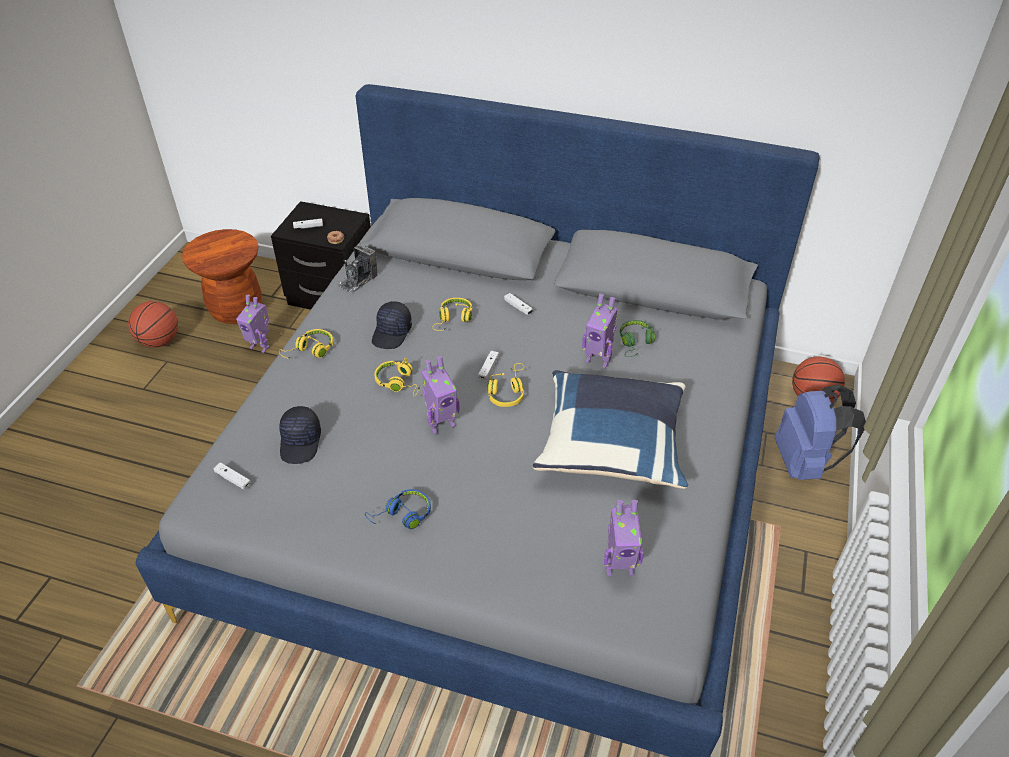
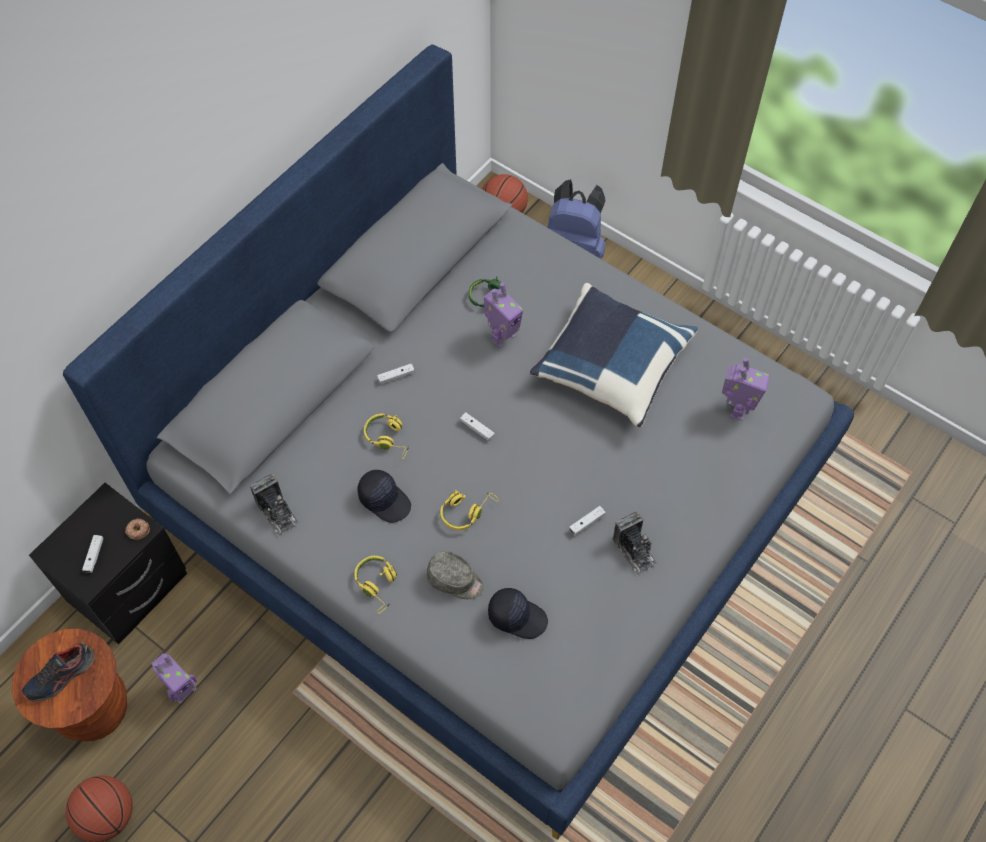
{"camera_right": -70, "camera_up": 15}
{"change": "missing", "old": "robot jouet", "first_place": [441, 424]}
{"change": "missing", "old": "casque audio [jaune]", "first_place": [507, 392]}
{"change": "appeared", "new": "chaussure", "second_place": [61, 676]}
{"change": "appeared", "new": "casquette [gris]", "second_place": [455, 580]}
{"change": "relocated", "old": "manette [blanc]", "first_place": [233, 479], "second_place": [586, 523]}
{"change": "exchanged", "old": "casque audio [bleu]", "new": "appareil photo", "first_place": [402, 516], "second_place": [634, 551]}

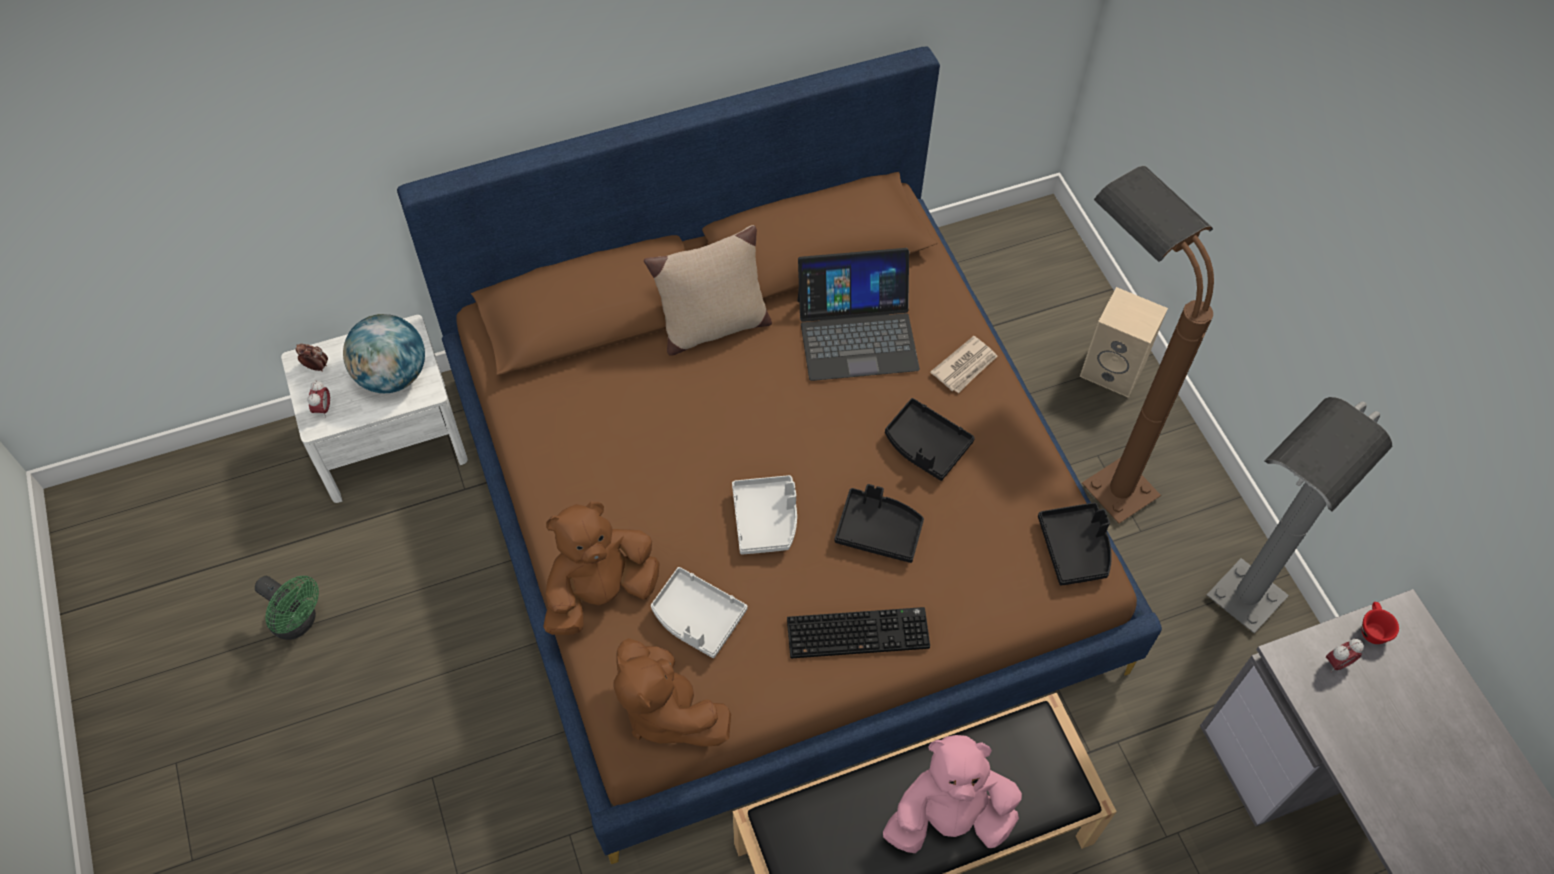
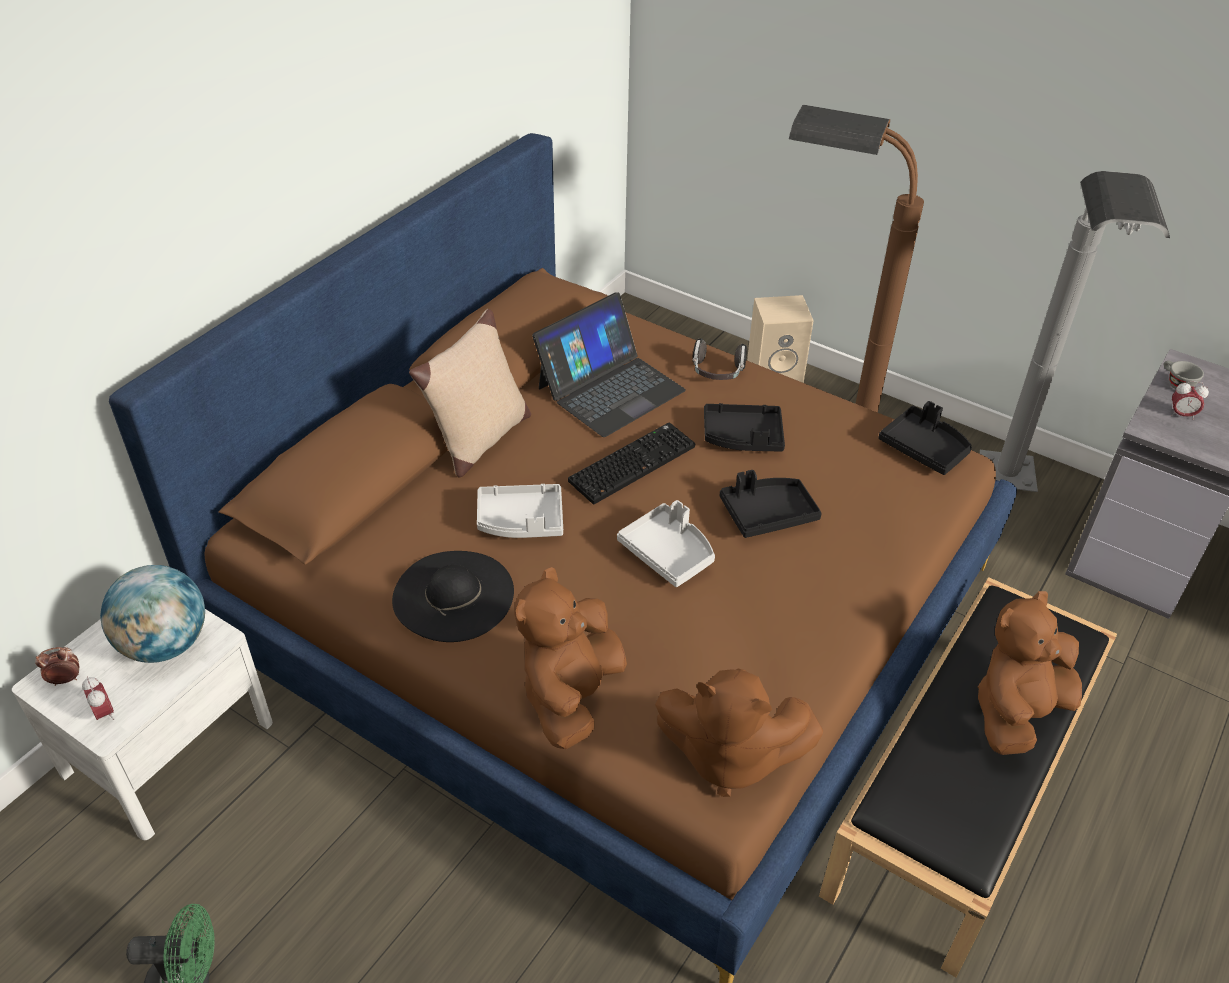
{"camera_right": -35, "camera_up": -15}
{"change": "appeared", "new": "chapeau [noir]", "second_place": [453, 595]}
{"change": "relocated", "old": "plateau [gris]", "first_place": [697, 617], "second_place": [521, 521]}
{"change": "relocated", "old": "clavier", "first_place": [859, 631], "second_place": [632, 462]}
{"change": "exchanged", "old": "journal", "new": "casque audio", "first_place": [965, 366], "second_place": [717, 373]}
{"change": "colour", "old": "peluche [rose]", "new": "peluche [marron]", "first_place": [949, 818], "second_place": [1017, 712]}
{"change": "colour", "old": "tasse [rouge]", "new": "tasse [gris]", "first_place": [1372, 628], "second_place": [1176, 383]}
{"change": "spun", "old": "réveil", "first_place": [1337, 663], "second_place": [1181, 415], "degrees": 75}

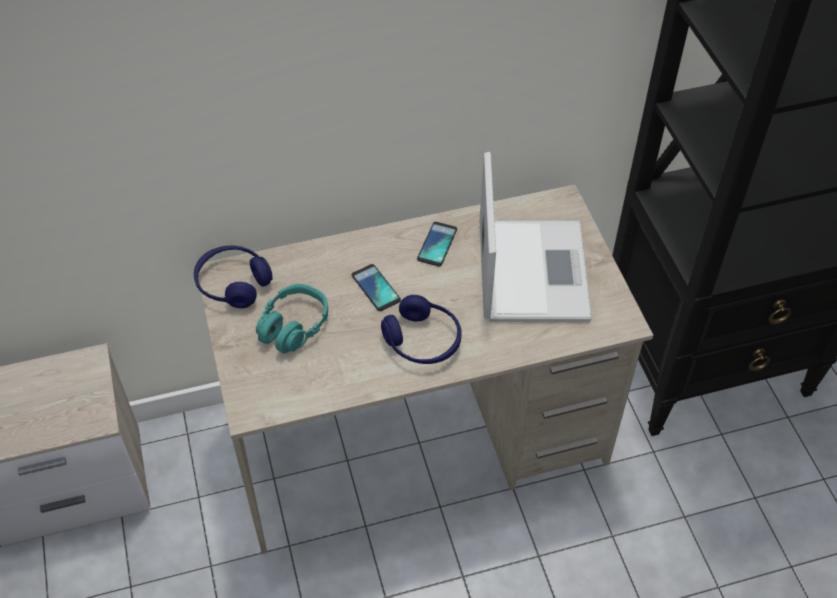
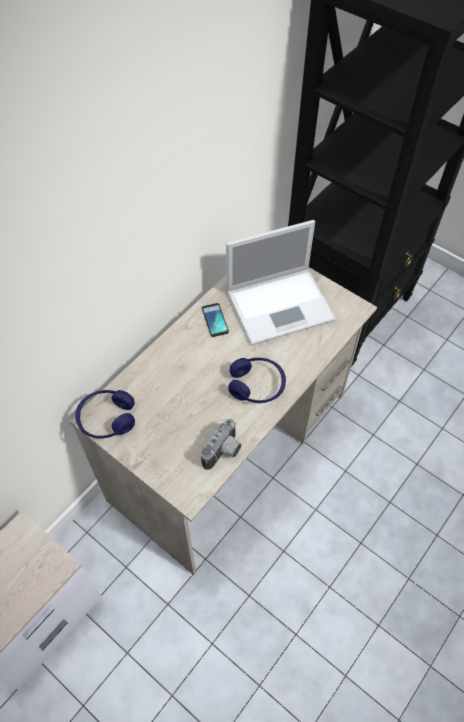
{"camera_right": -35, "camera_up": 5}
{"change": "missing", "old": "casque audio [turquoise]", "first_place": [294, 326]}
{"change": "missing", "old": "téléphone", "first_place": [376, 288]}
{"change": "appeared", "new": "appareil photo", "second_place": [224, 452]}
{"change": "spun", "old": "ordinateur portable", "first_place": [531, 269], "second_place": [281, 305], "degrees": 105}

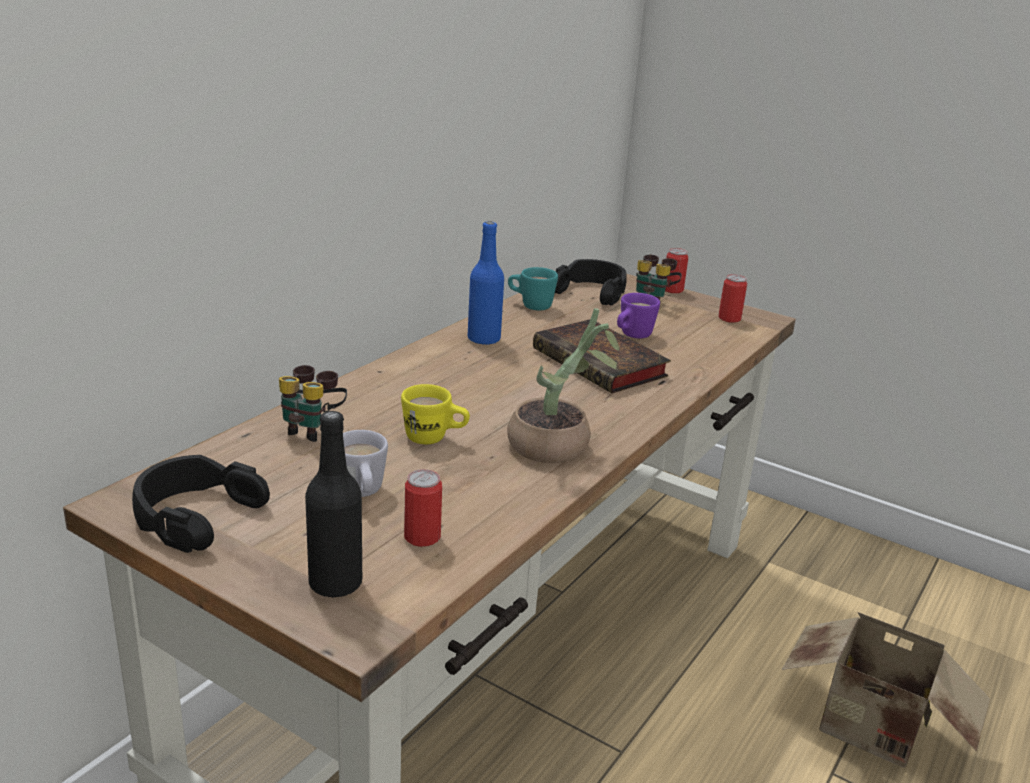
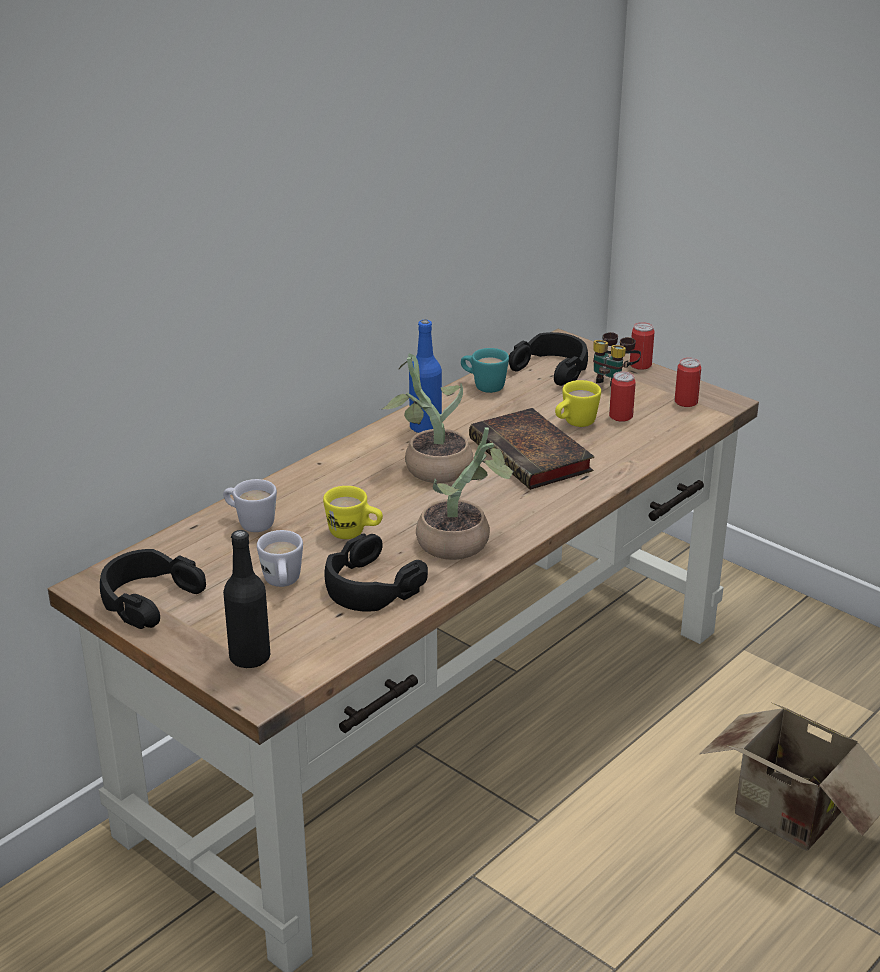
{"camera_right": 10, "camera_up": 5}
{"change": "appeared", "new": "casque audio [noir]", "second_place": [370, 586]}
{"change": "appeared", "new": "plante en pot", "second_place": [430, 467]}
{"change": "relocated", "old": "boîte métallique", "first_place": [422, 537], "second_place": [620, 416]}
{"change": "exchanged", "old": "jumelles", "new": "mug [blanc]", "first_place": [312, 430], "second_place": [250, 523]}
{"change": "colour", "old": "mug [violet]", "new": "mug [jaune]", "first_place": [632, 336], "second_place": [574, 424]}

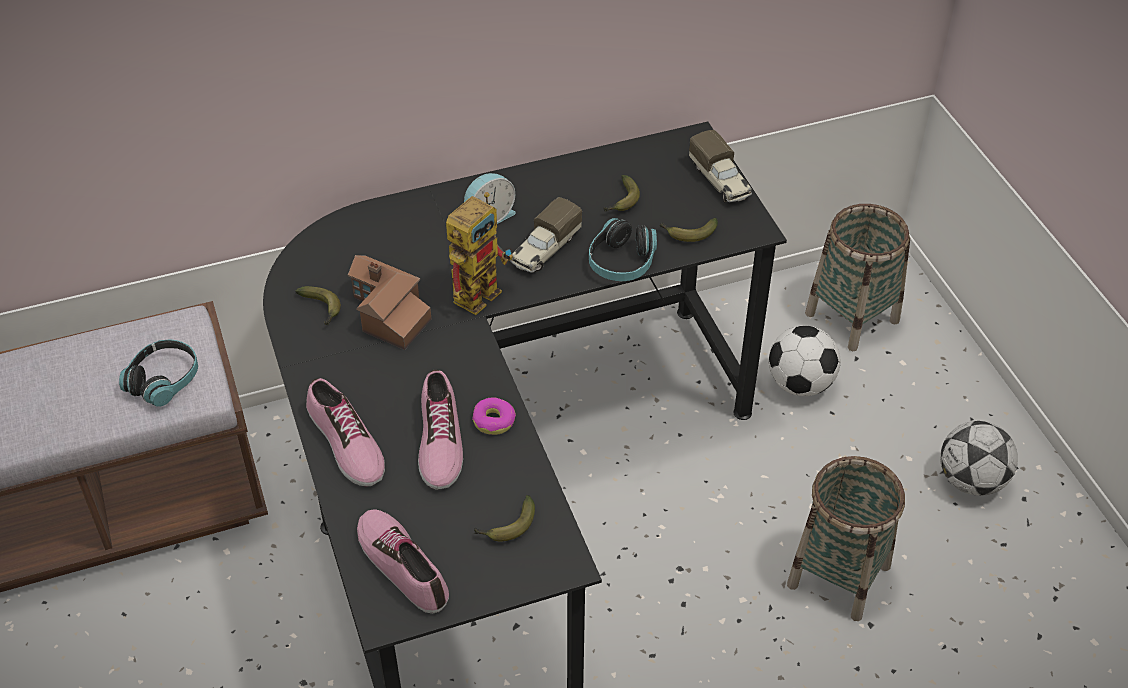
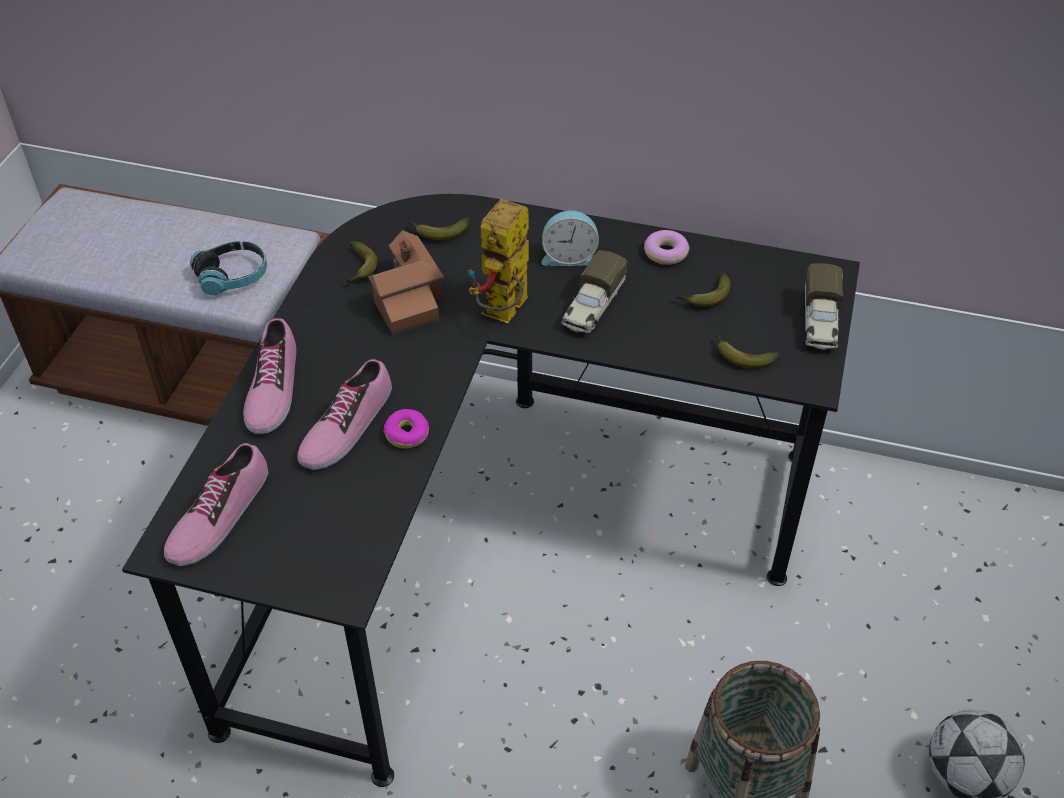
{"camera_right": 35, "camera_up": 0}
{"change": "missing", "old": "casque audio", "first_place": [622, 262]}
{"change": "missing", "old": "ballon de foot", "first_place": [800, 384]}
{"change": "missing", "old": "panier", "first_place": [852, 317]}
{"change": "appeared", "new": "beignet", "second_place": [666, 253]}
{"change": "relocated", "old": "banane", "first_place": [507, 527], "second_place": [438, 232]}
{"change": "spun", "old": "chaussure", "first_place": [403, 565], "second_place": [218, 515], "degrees": -150}
{"change": "spun", "old": "robot jouet", "first_place": [480, 289], "second_place": [504, 314], "degrees": 135}
{"change": "spun", "old": "camion jouet", "first_place": [544, 250], "second_place": [592, 308], "degrees": -45}

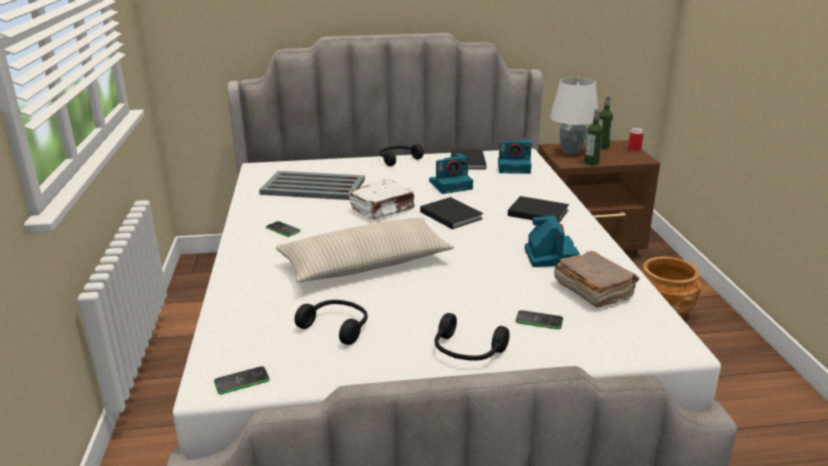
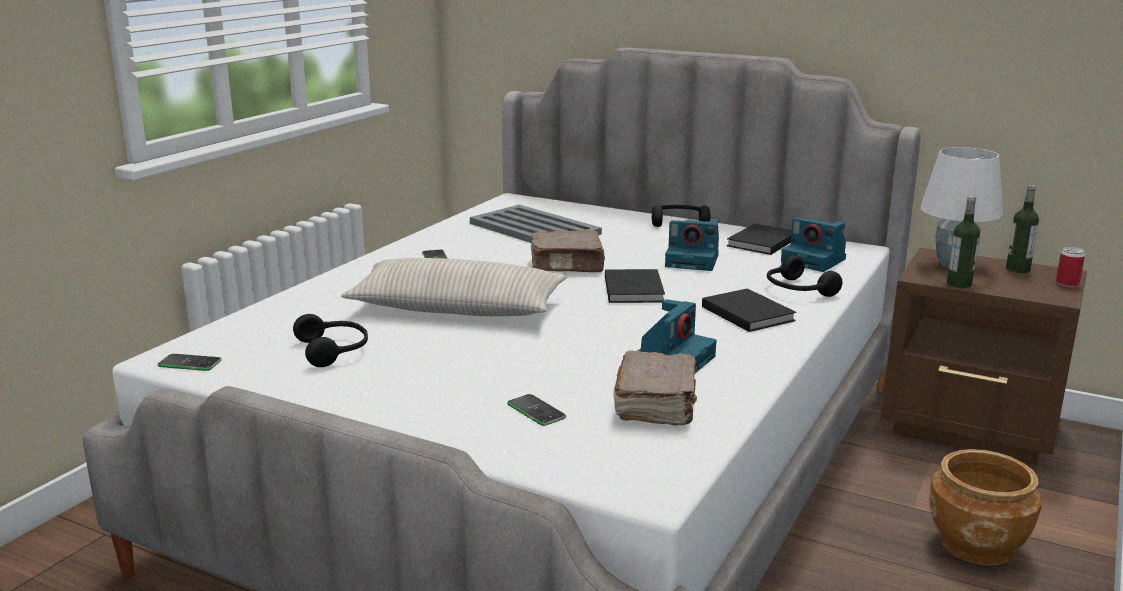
{"camera_right": 35, "camera_up": -5}
{"change": "relocated", "old": "casque audio [noir]", "first_place": [467, 351], "second_place": [797, 290]}
{"change": "colour", "old": "livre [blanc]", "new": "livre [marron]", "first_place": [383, 210], "second_place": [568, 266]}

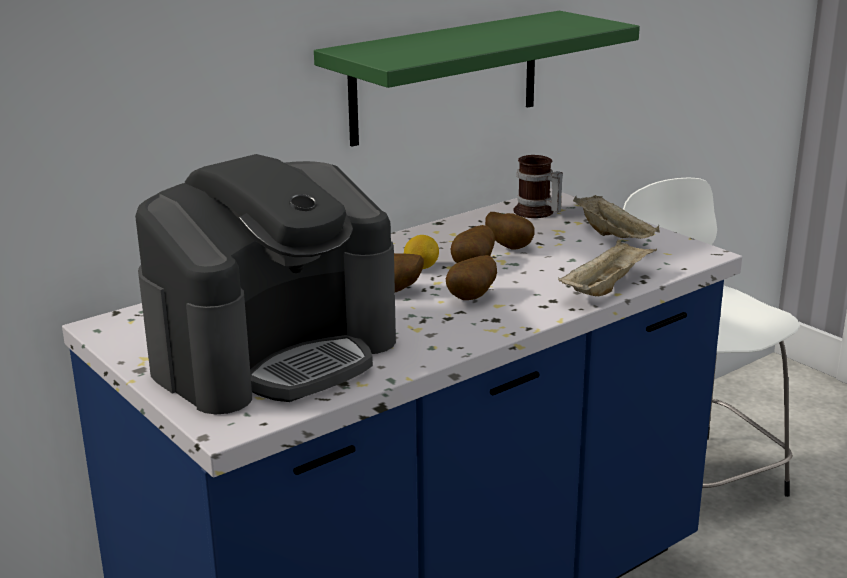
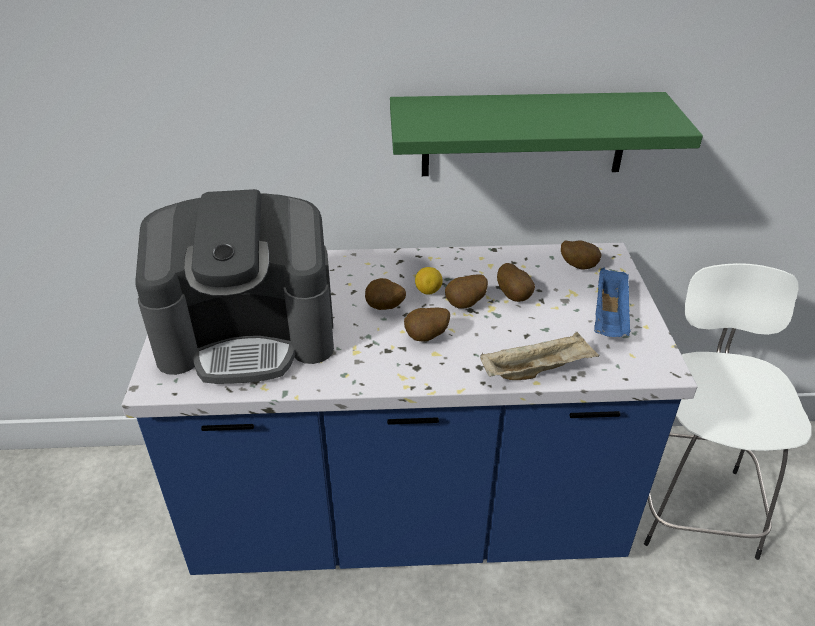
{"camera_right": 35, "camera_up": 15}
{"change": "exchanged", "old": "mug", "new": "pomme de terre", "first_place": [536, 213], "second_place": [578, 266]}
{"change": "colour", "old": "plateau [beige]", "new": "plateau [bleu]", "first_place": [614, 237], "second_place": [609, 318]}

